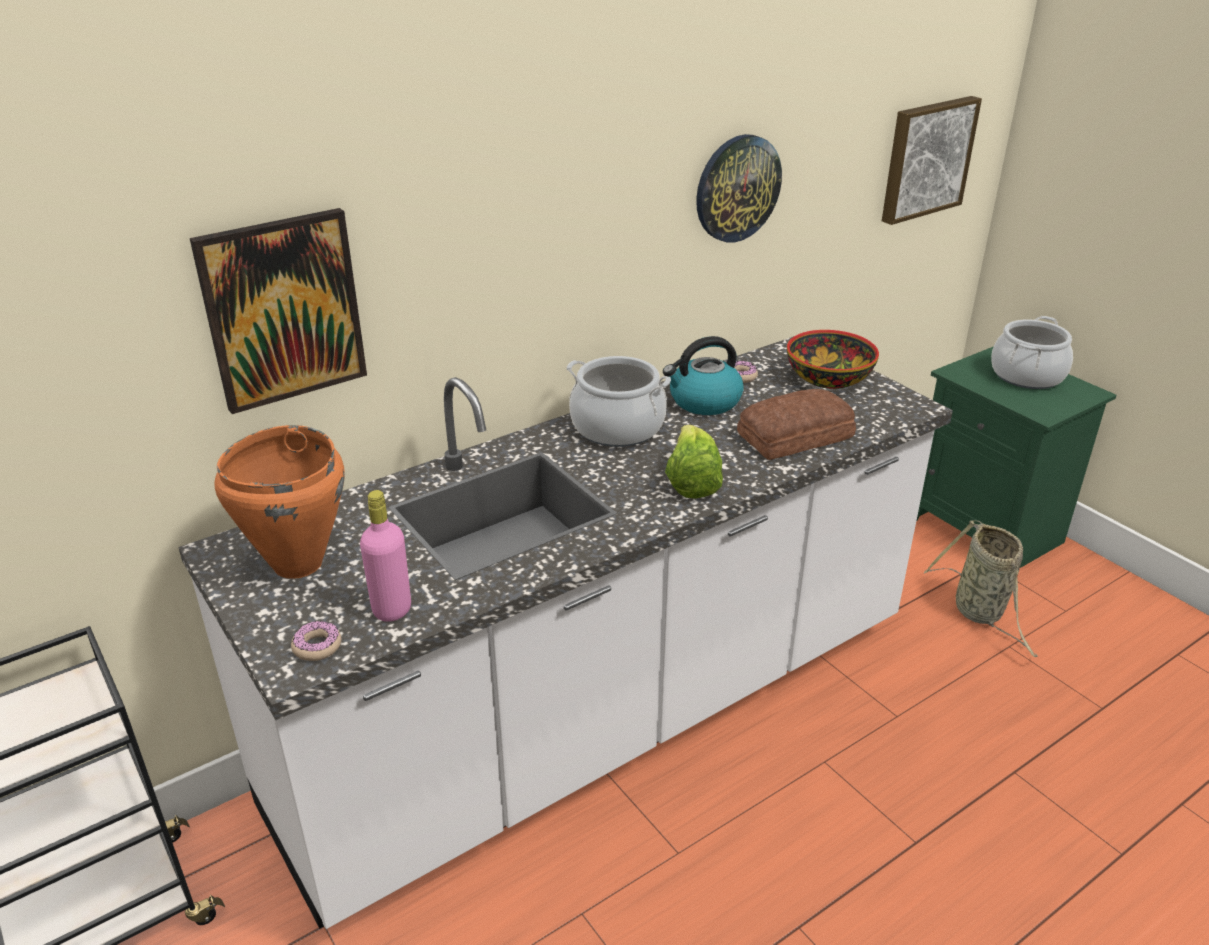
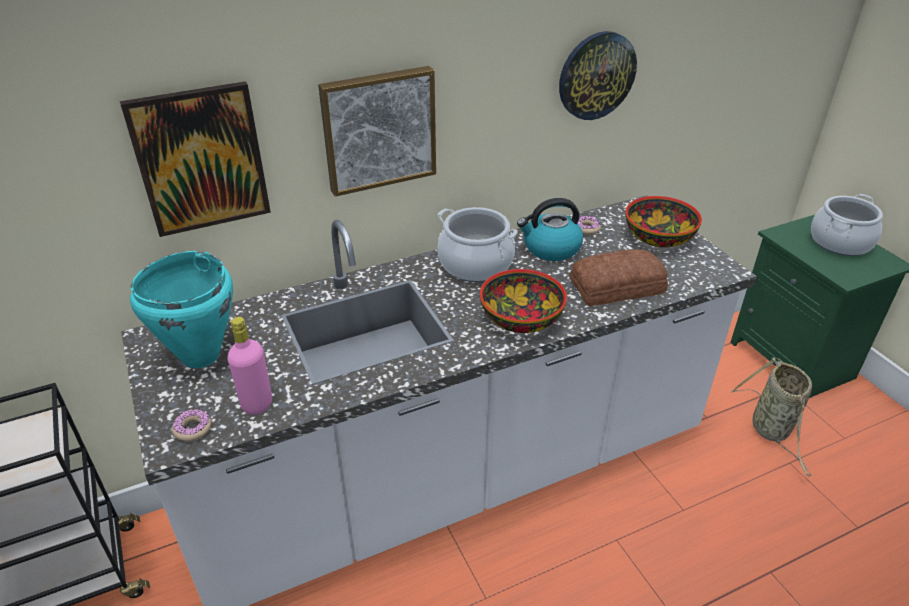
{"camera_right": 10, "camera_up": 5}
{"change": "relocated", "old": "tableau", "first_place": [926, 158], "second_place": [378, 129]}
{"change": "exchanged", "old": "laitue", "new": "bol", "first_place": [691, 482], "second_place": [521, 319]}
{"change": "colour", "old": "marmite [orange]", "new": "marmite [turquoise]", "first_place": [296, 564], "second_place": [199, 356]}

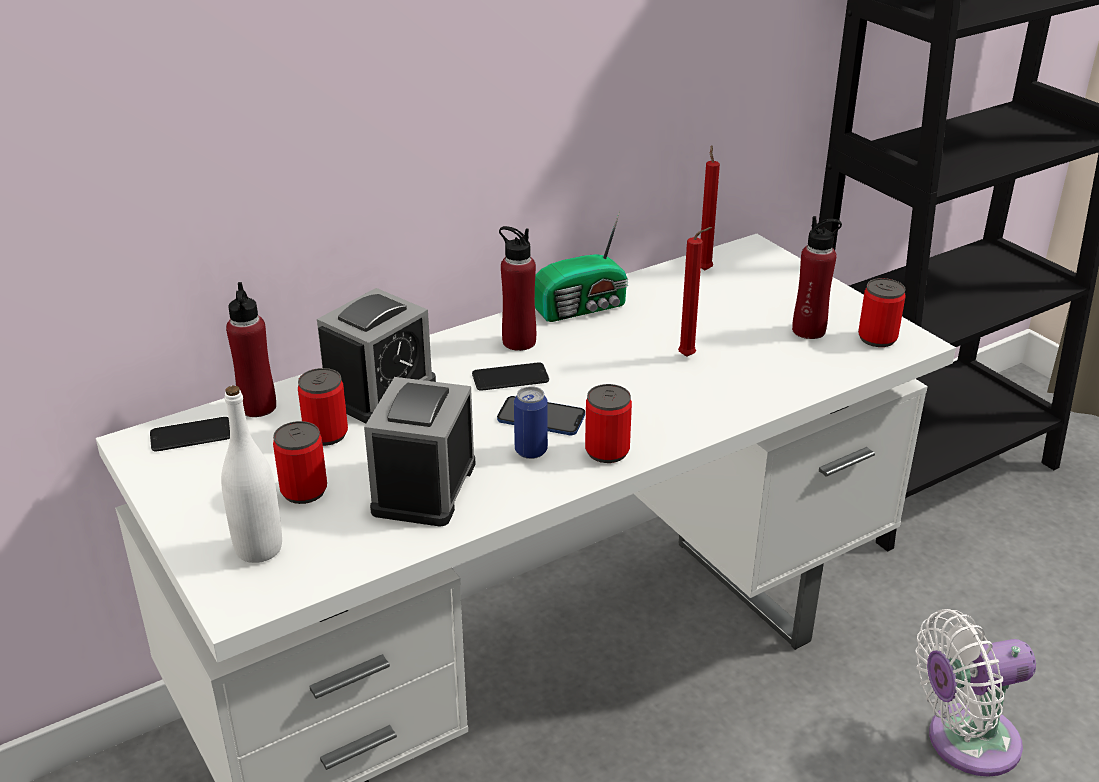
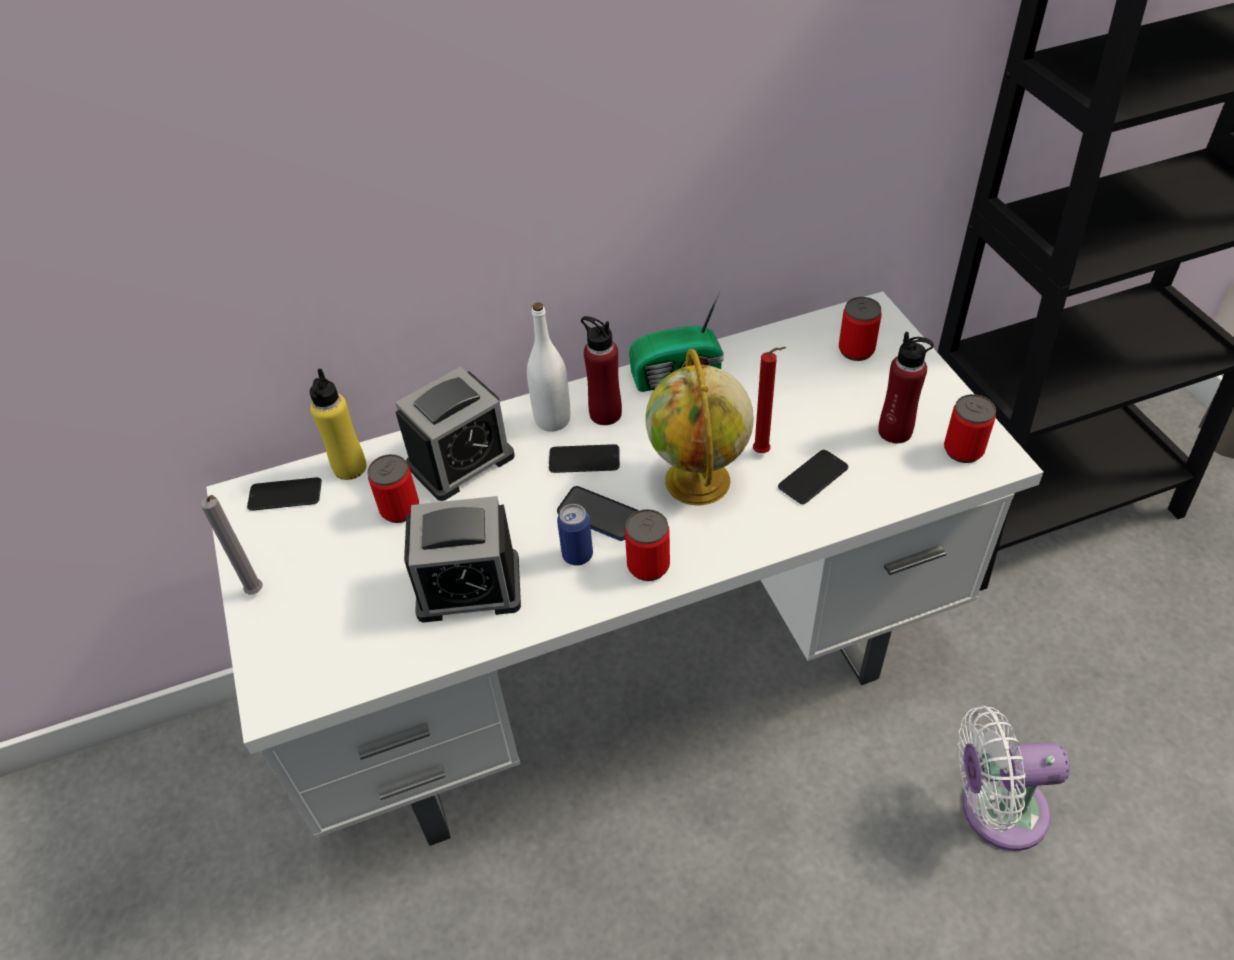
{"camera_right": 15, "camera_up": 15}
{"change": "missing", "old": "bougie [rouge]", "first_place": [704, 269]}
{"change": "appeared", "new": "bougie [gris]", "second_place": [257, 593]}
{"change": "appeared", "new": "globe", "second_place": [698, 482]}
{"change": "appeared", "new": "téléphone", "second_place": [813, 478]}
{"change": "relocated", "old": "bouteille [blanc]", "first_place": [259, 549], "second_place": [552, 420]}
{"change": "relocated", "old": "boîte métallique", "first_place": [304, 491], "second_place": [856, 350]}
{"change": "colour", "old": "bouteille [rouge]", "new": "bouteille [jaune]", "first_place": [258, 407], "second_place": [349, 467]}
{"change": "spun", "old": "réveil", "first_place": [424, 487], "second_place": [469, 587], "degrees": -120}

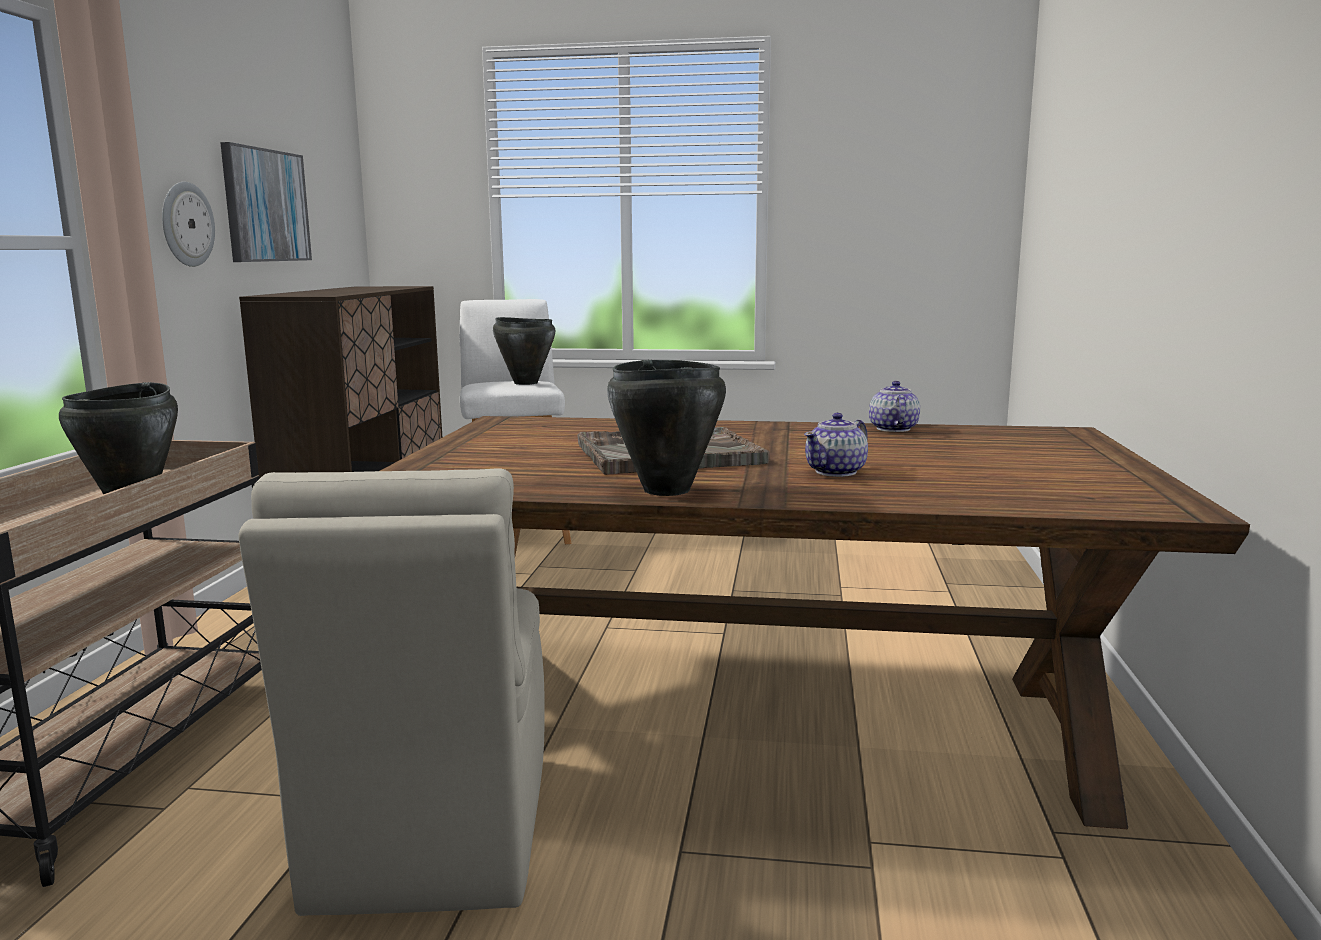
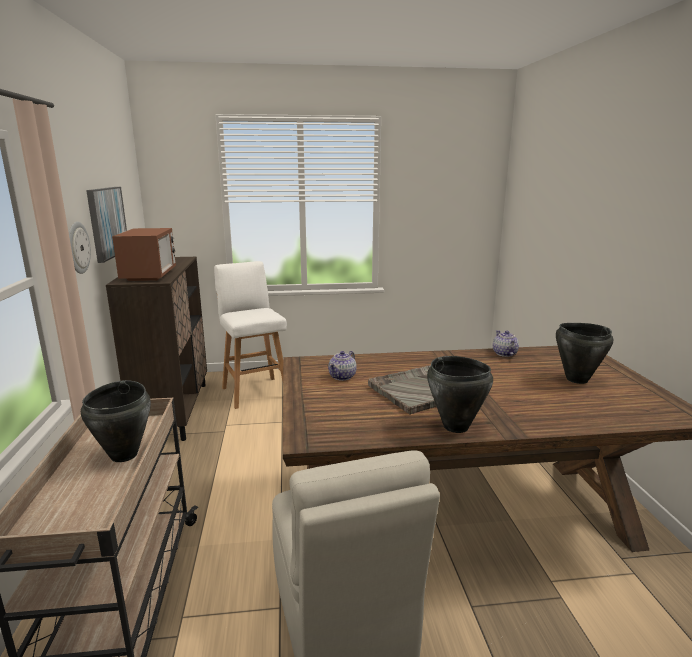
{"camera_right": -15, "camera_up": 5}
{"change": "appeared", "new": "micro-ondes", "second_place": [149, 275]}
{"change": "relocated", "old": "marmite [noir]", "first_place": [525, 383], "second_place": [576, 379]}
{"change": "relocated", "old": "théière", "first_place": [836, 472], "second_place": [342, 376]}

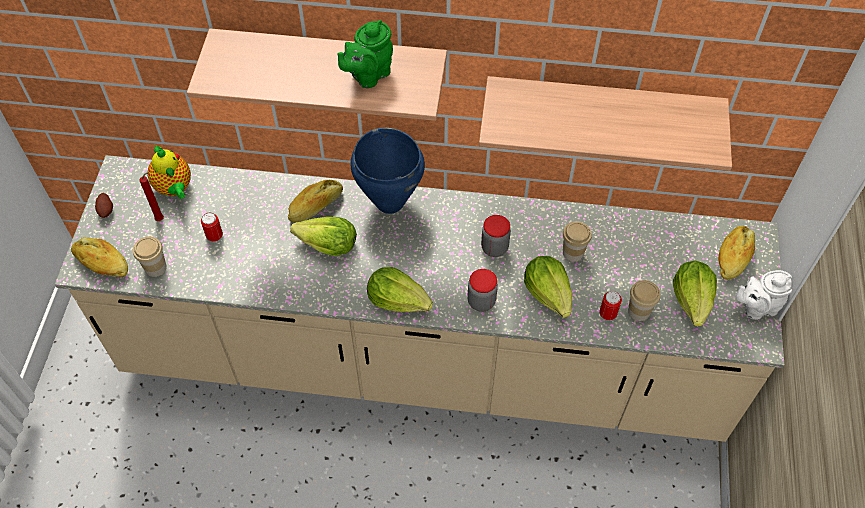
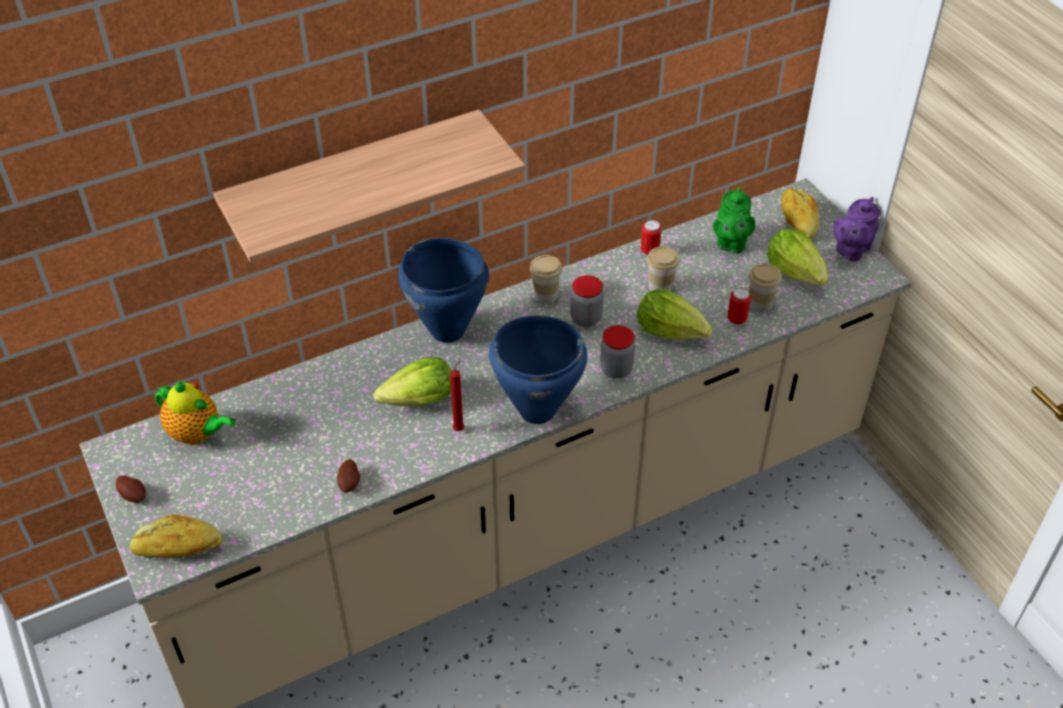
{"camera_right": -35, "camera_up": -10}
{"change": "missing", "old": "pain", "first_place": [316, 206]}
{"change": "missing", "old": "étagère", "first_place": [601, 110]}
{"change": "appeared", "new": "pomme de terre", "second_place": [350, 483]}
{"change": "relocated", "old": "tasse", "first_place": [155, 267], "second_place": [545, 295]}
{"change": "relocated", "old": "bougie [rouge]", "first_place": [161, 219], "second_place": [459, 428]}
{"change": "relocated", "old": "boîte métallique", "first_place": [215, 236], "second_place": [649, 251]}
{"change": "relocated", "old": "théière [vert]", "first_place": [368, 75], "second_place": [730, 243]}
{"change": "exchanged", "old": "laitue", "new": "marmite [bleu]", "first_place": [398, 300], "second_place": [536, 410]}
{"change": "colour", "old": "théière [blanc]", "new": "théière [violet]", "first_place": [756, 307], "second_place": [850, 250]}

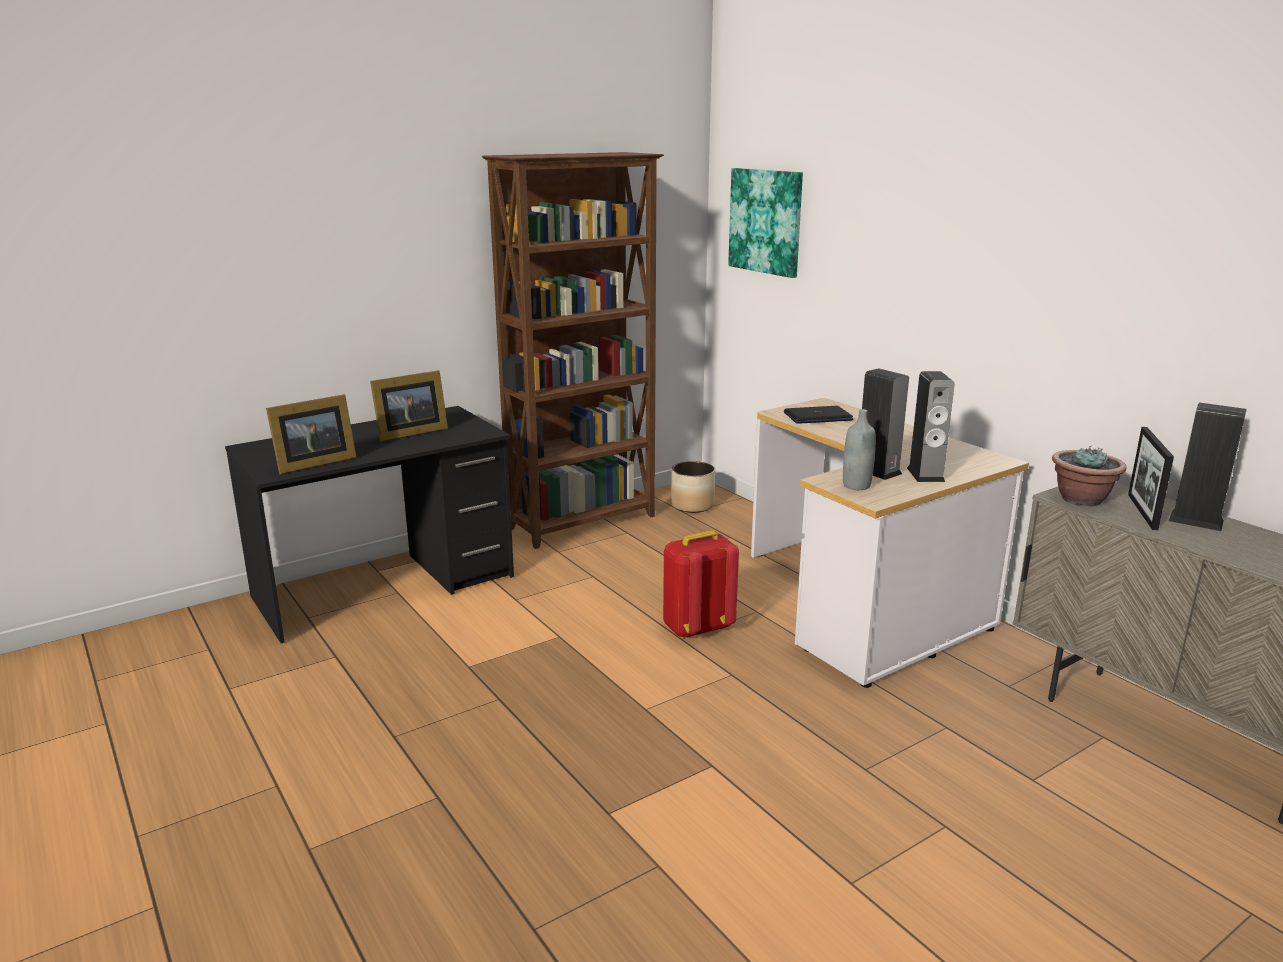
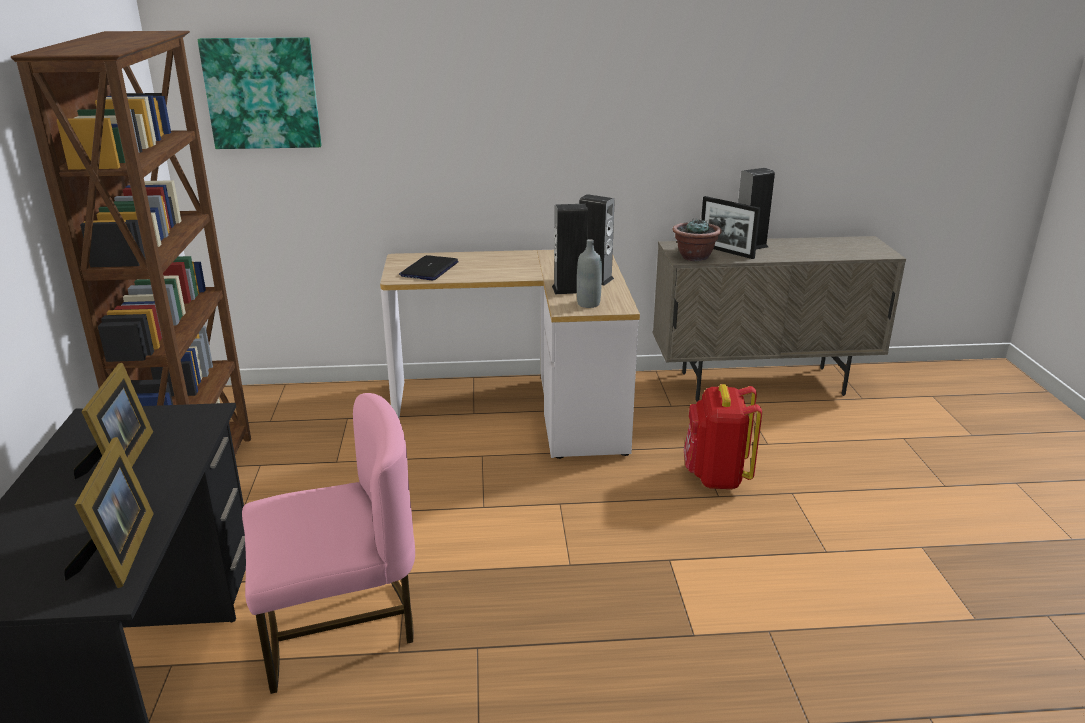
{"camera_right": -60, "camera_up": 5}
{"change": "missing", "old": "cache-pot", "first_place": [693, 505]}
{"change": "appeared", "new": "chaise [rose]", "second_place": [338, 626]}
{"change": "relocated", "old": "sac à dos [rouge]", "first_place": [697, 628], "second_place": [716, 477]}

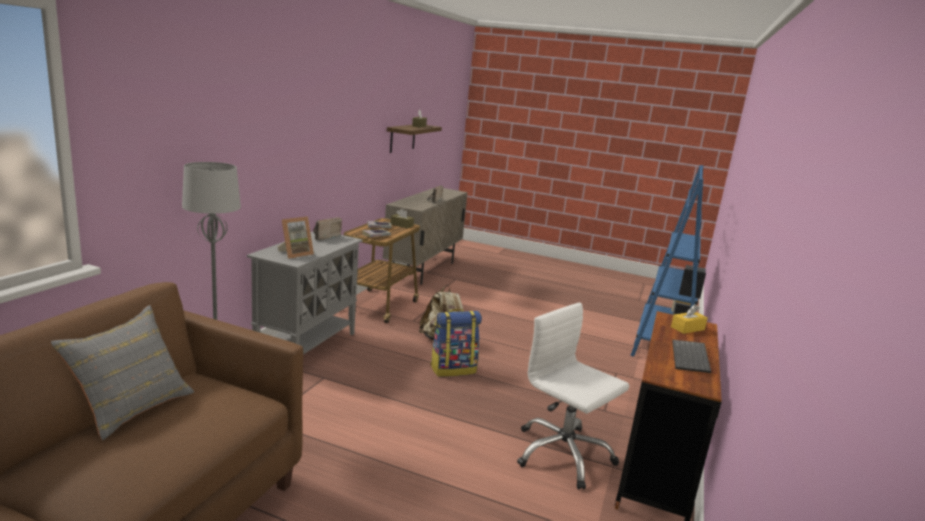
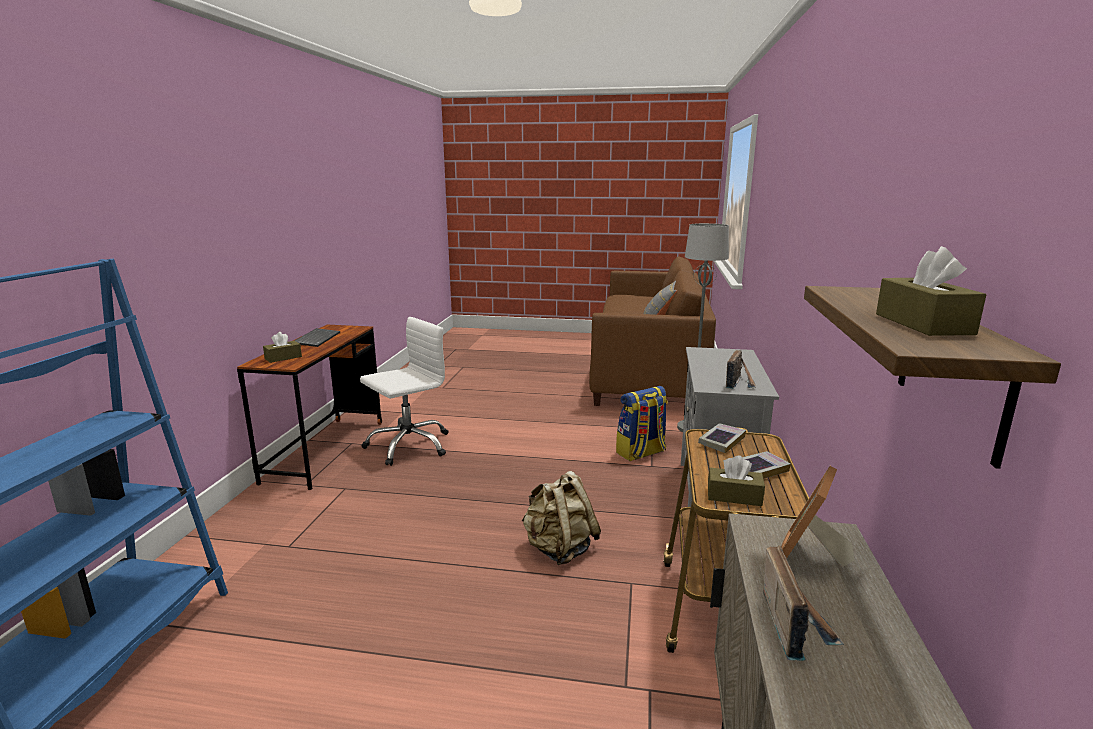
{"camera_right": 170, "camera_up": 0}
{"change": "relocated", "old": "cadre photo", "first_place": [295, 254], "second_place": [808, 560]}
{"change": "relocated", "old": "sac à dos", "first_place": [453, 369], "second_place": [641, 453]}
{"change": "colour", "old": "boîte à mouchoirs [jaune]", "new": "boîte à mouchoirs [marron]", "first_place": [687, 328], "second_place": [283, 358]}
{"change": "spun", "old": "chaise de bureau [blanc]", "first_place": [562, 454], "second_place": [408, 445], "degrees": -75}

